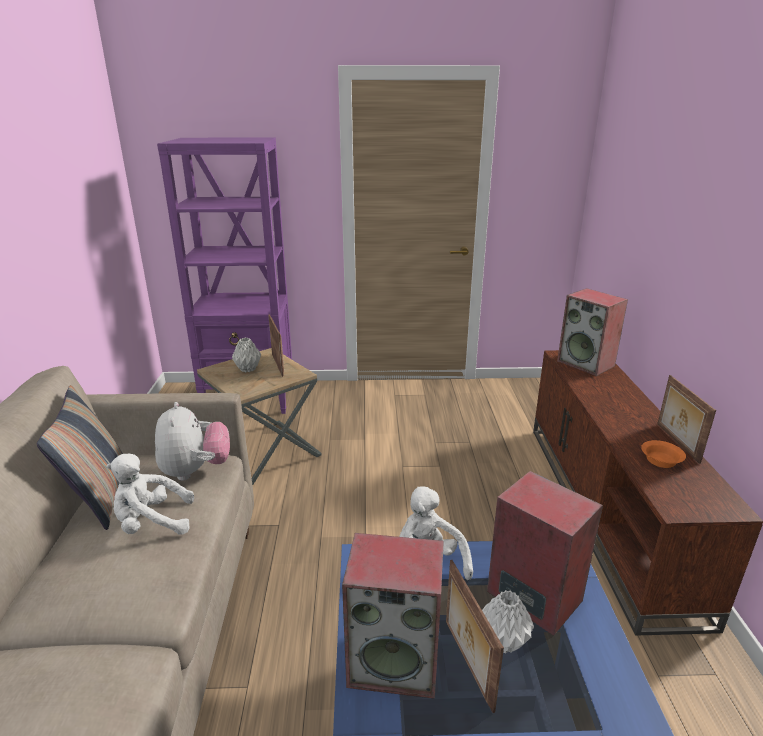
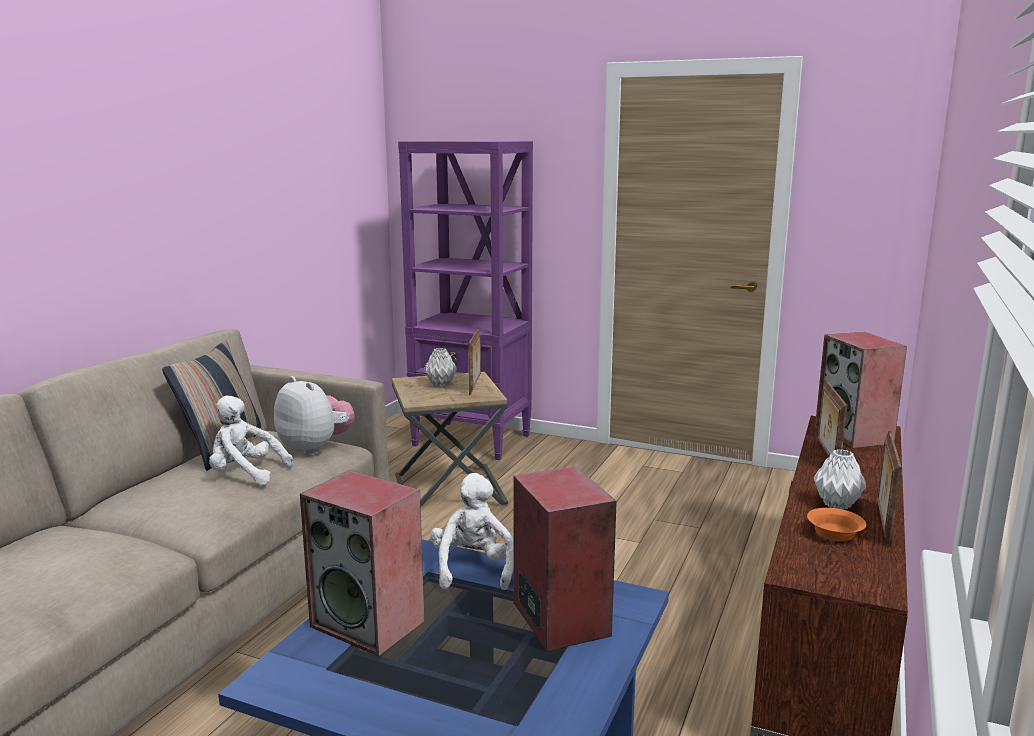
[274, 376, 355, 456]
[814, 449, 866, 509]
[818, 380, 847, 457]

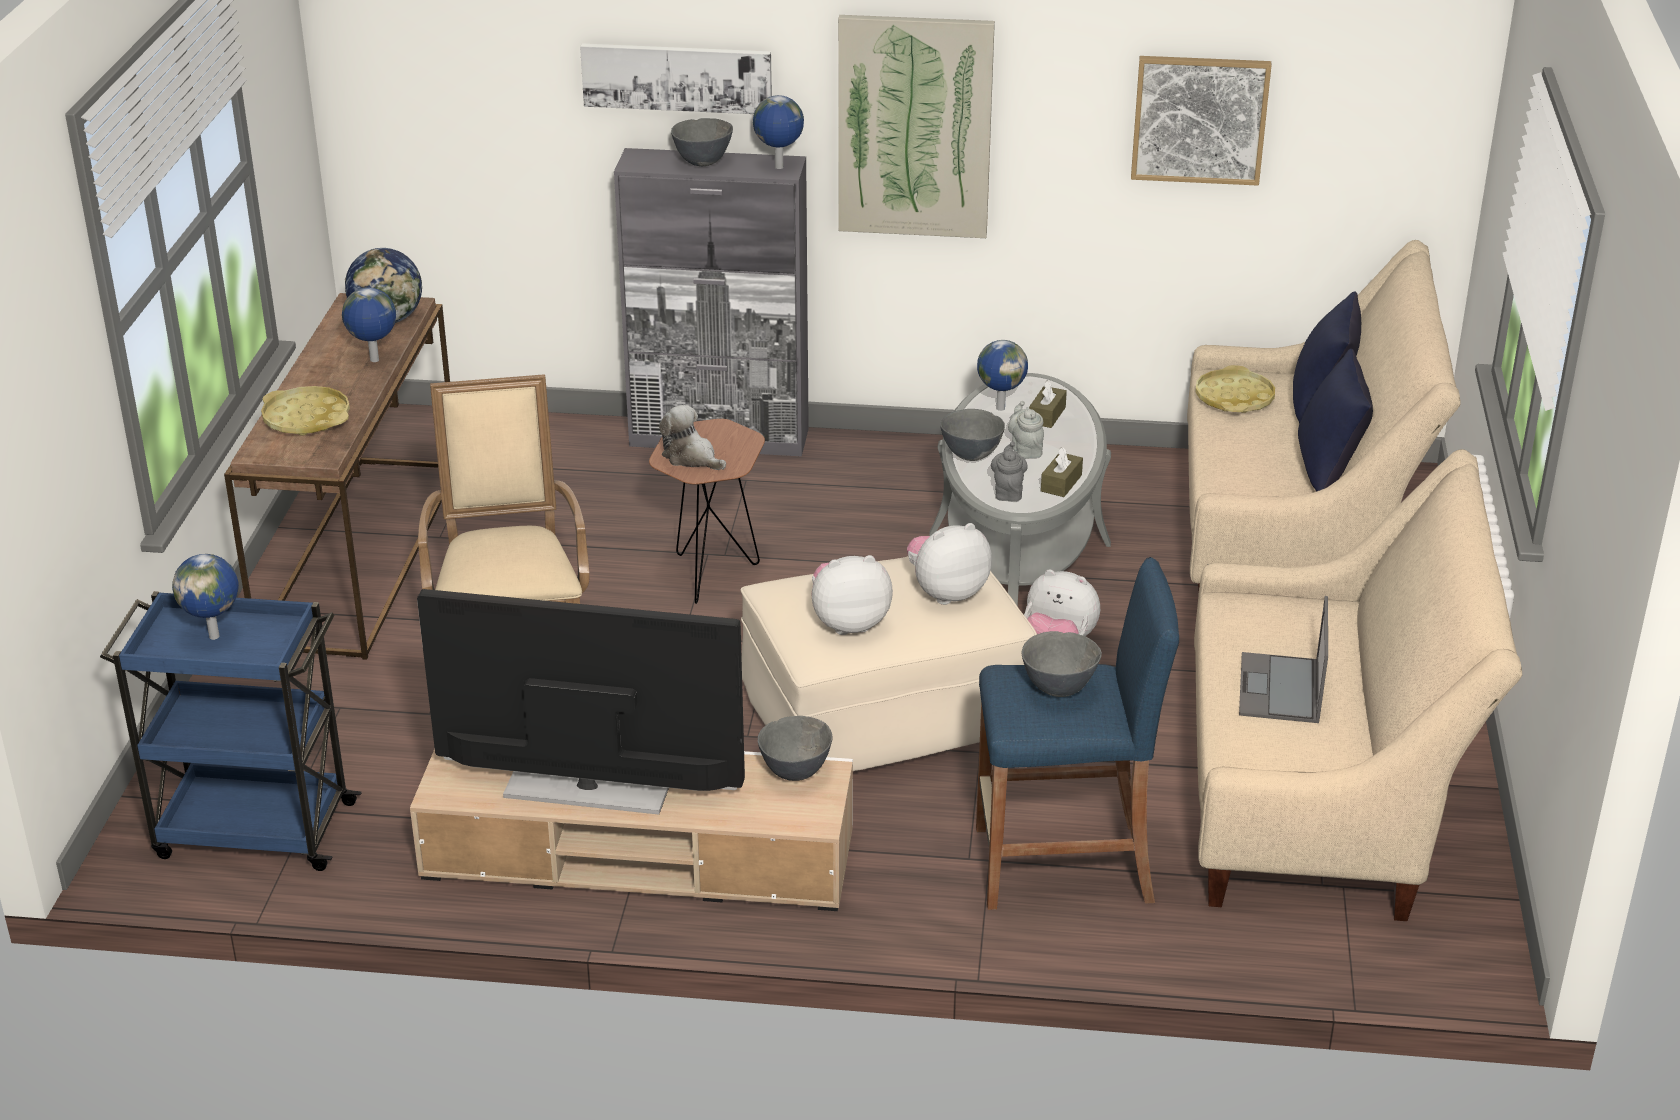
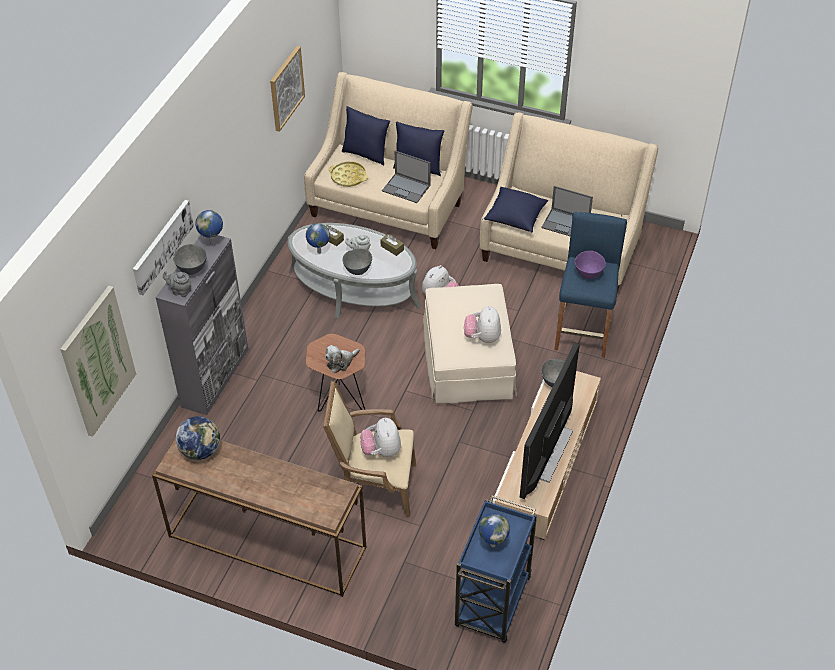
[60, 285, 136, 437]
[163, 271, 191, 297]
[360, 418, 401, 457]
[382, 151, 430, 203]
[484, 187, 548, 232]
[575, 251, 606, 279]
[261, 386, 350, 436] (first image)
[342, 287, 396, 362] (first image)

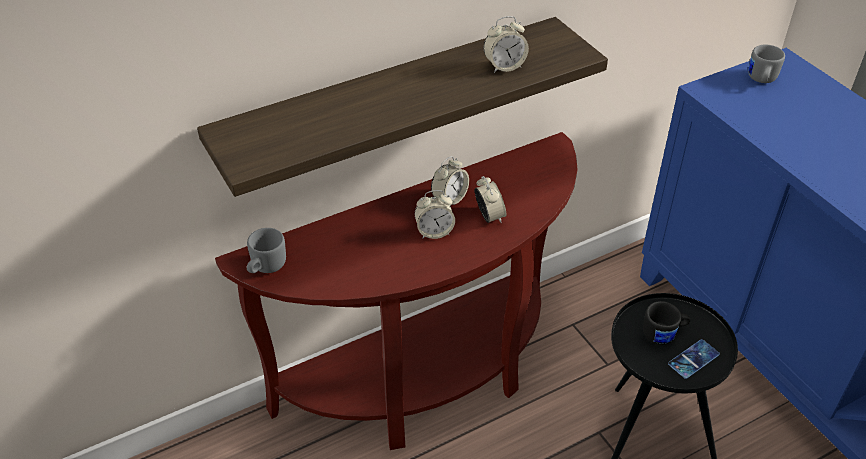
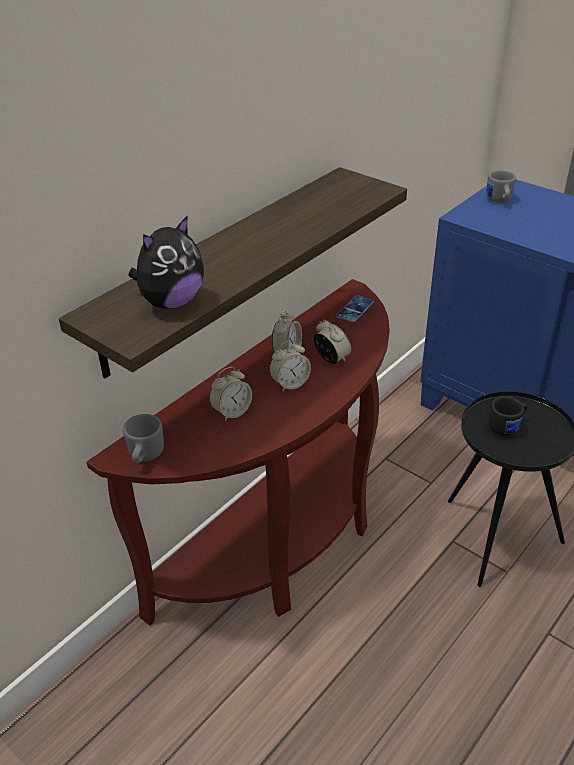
[128, 215, 204, 309]
[209, 367, 252, 421]
[336, 295, 374, 322]

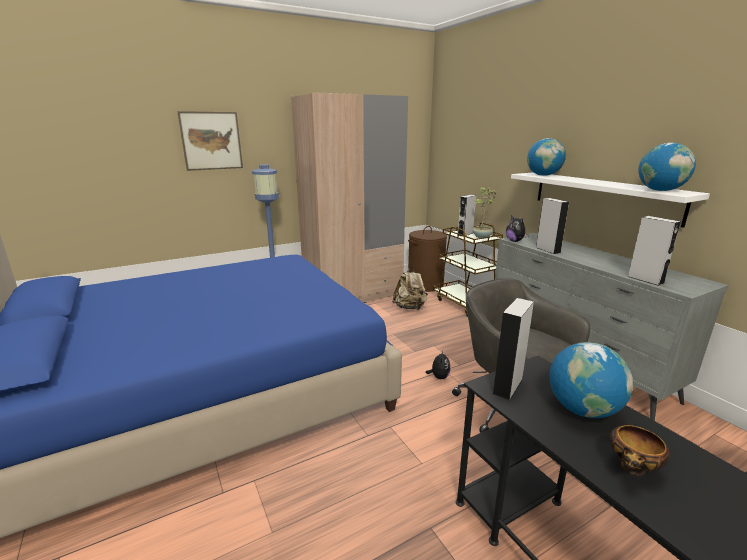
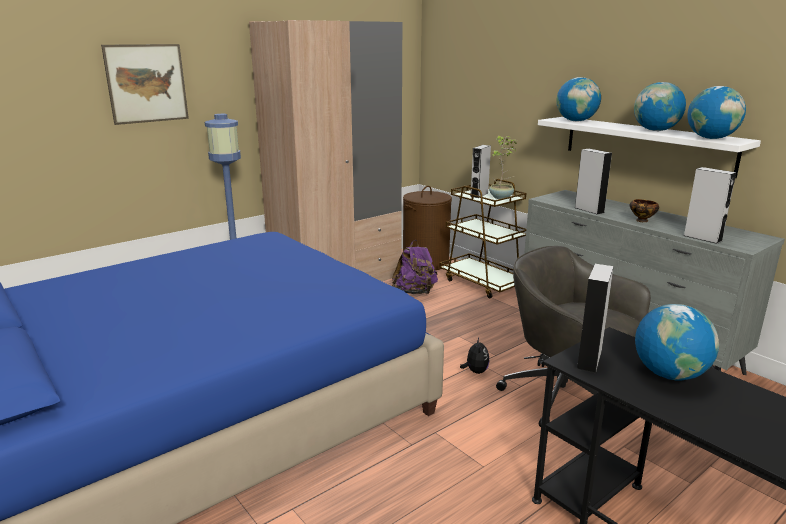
[392, 240, 438, 294]
[630, 199, 659, 222]
[634, 82, 686, 131]
[506, 215, 529, 242] (first image)

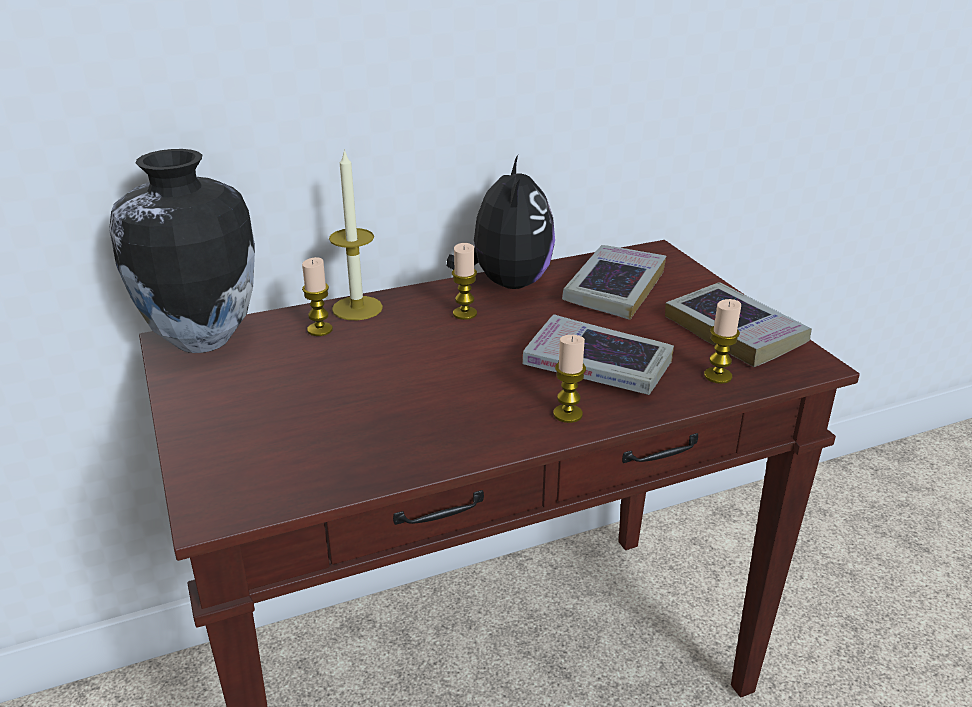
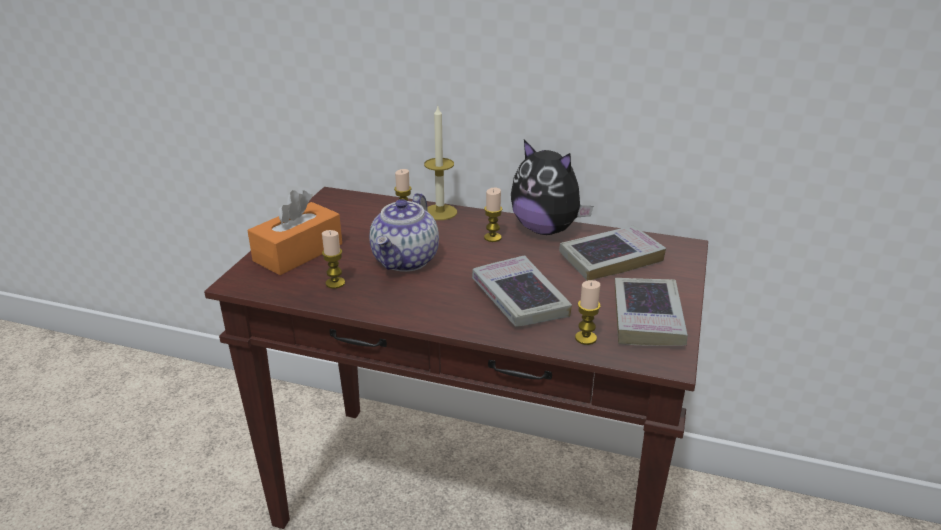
[248, 190, 342, 275]
[322, 230, 345, 289]
[369, 193, 439, 272]
[511, 140, 593, 235]
[109, 149, 255, 353] (first image)

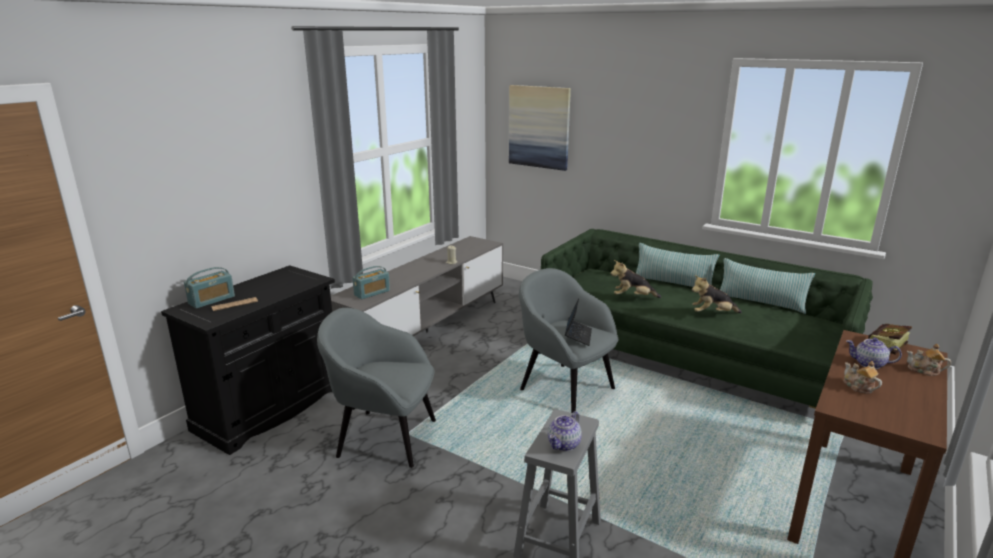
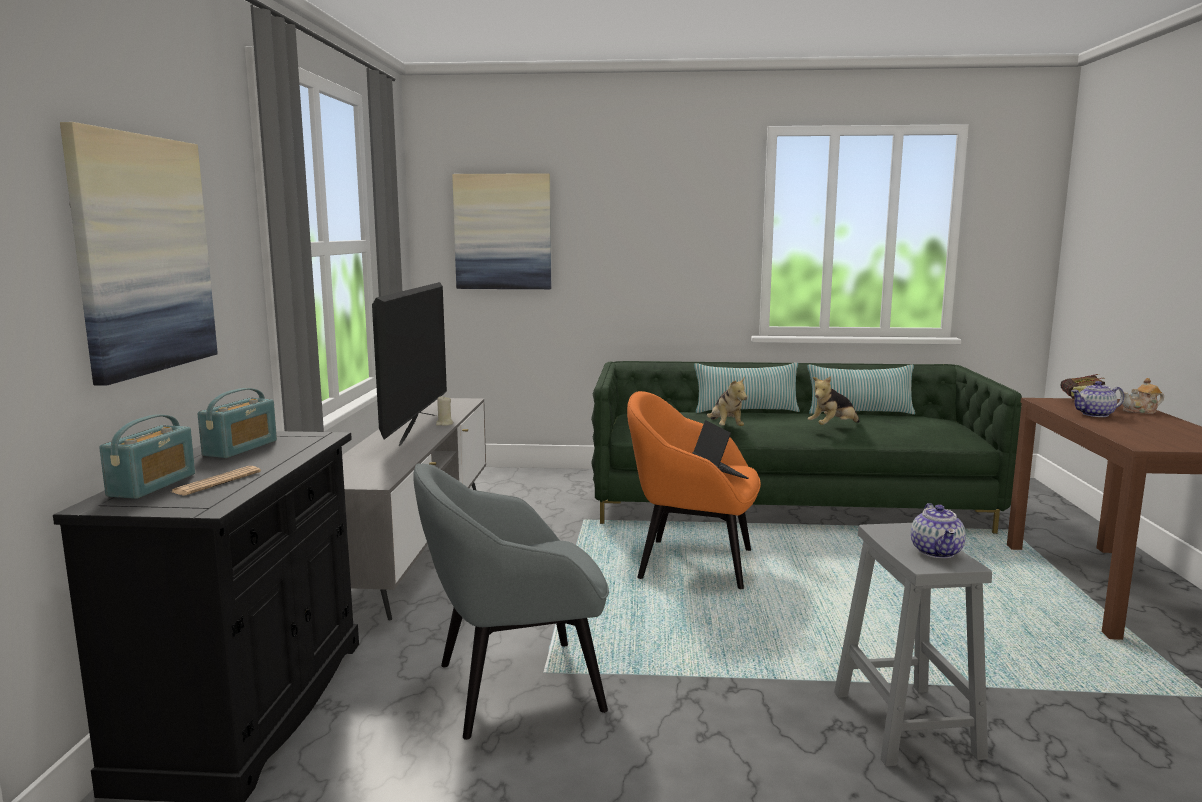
[60, 122, 218, 386]
[198, 388, 277, 458]
[372, 282, 447, 446]
[627, 391, 761, 589]
[707, 376, 747, 426]
[843, 361, 882, 393] (first image)

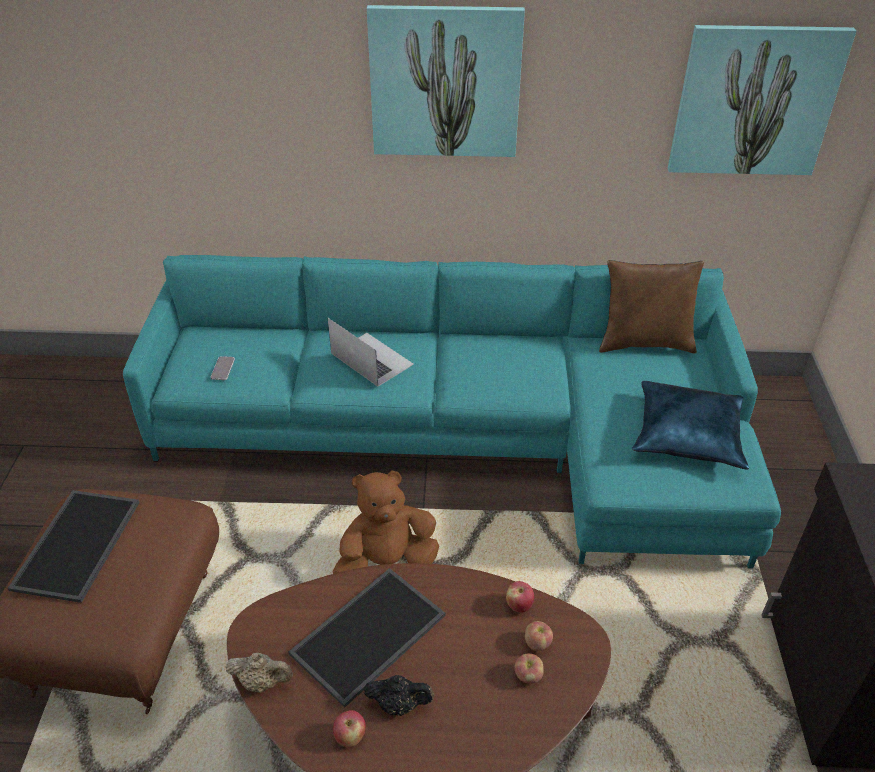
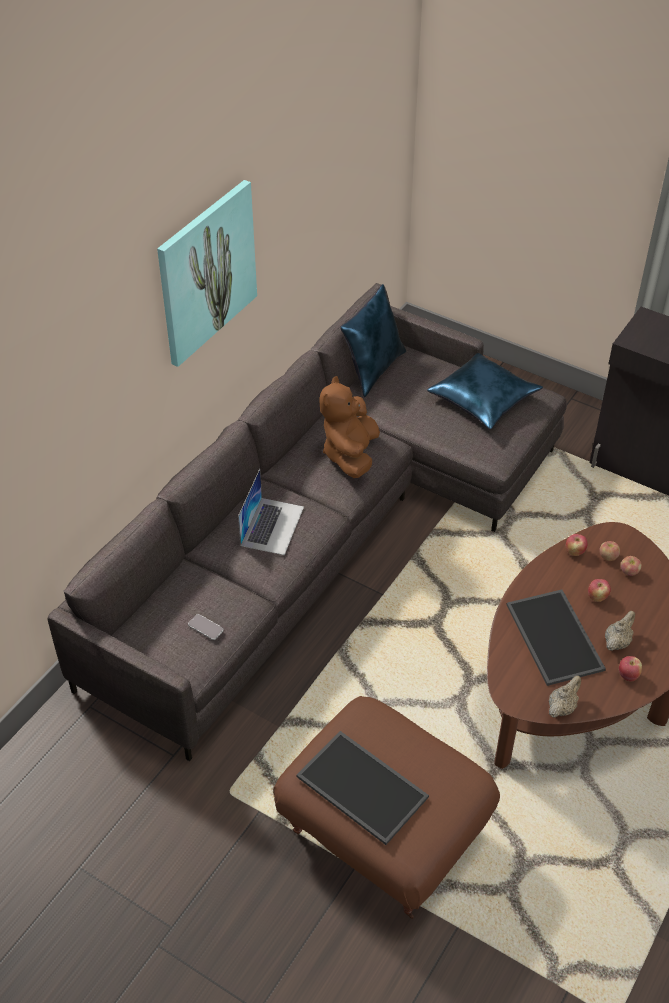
[47, 283, 567, 761]
[238, 469, 304, 555]
[319, 376, 380, 478]
[340, 284, 406, 397]
[588, 579, 611, 602]
[605, 611, 635, 651]
[668, 25, 856, 175] (first image)

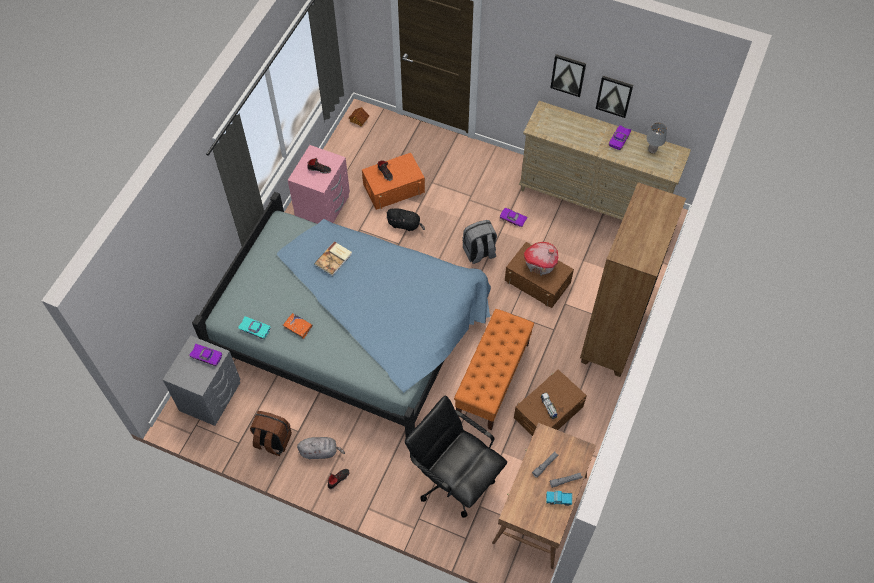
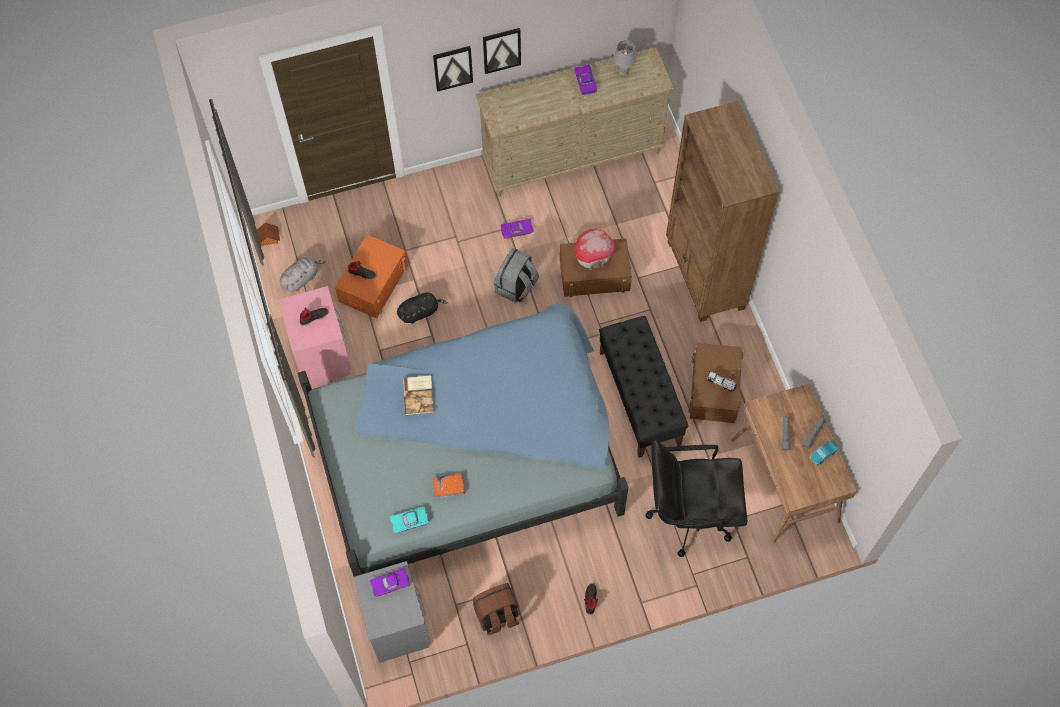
[280, 257, 326, 292]
[433, 46, 473, 92]
[599, 316, 689, 458]

